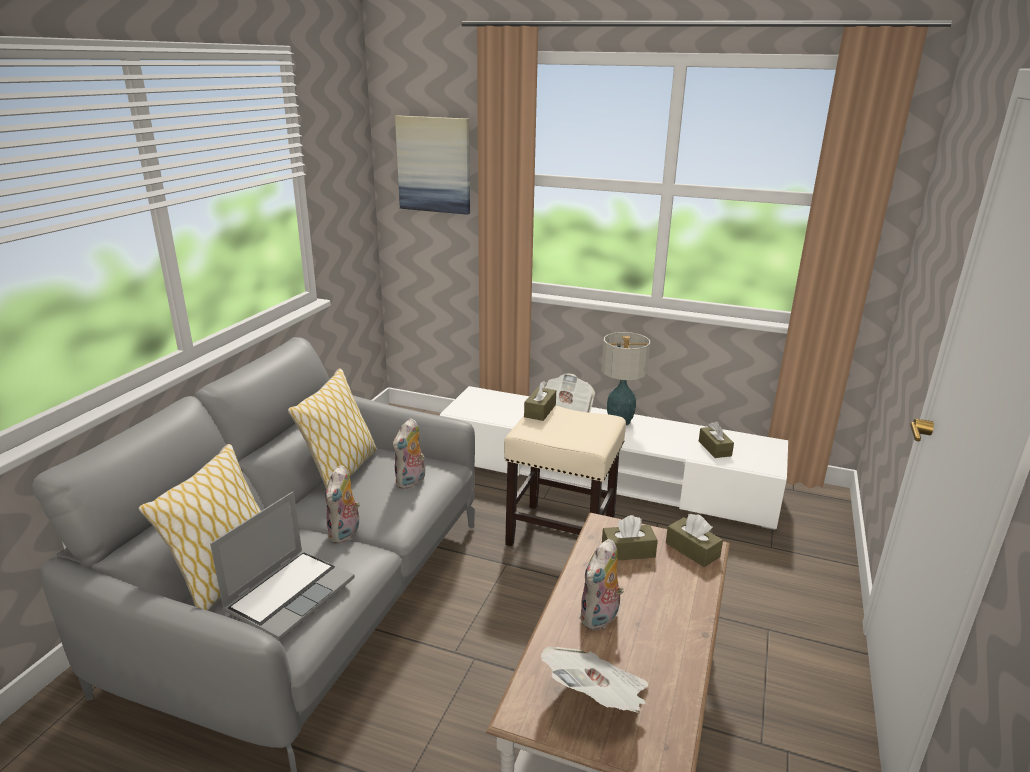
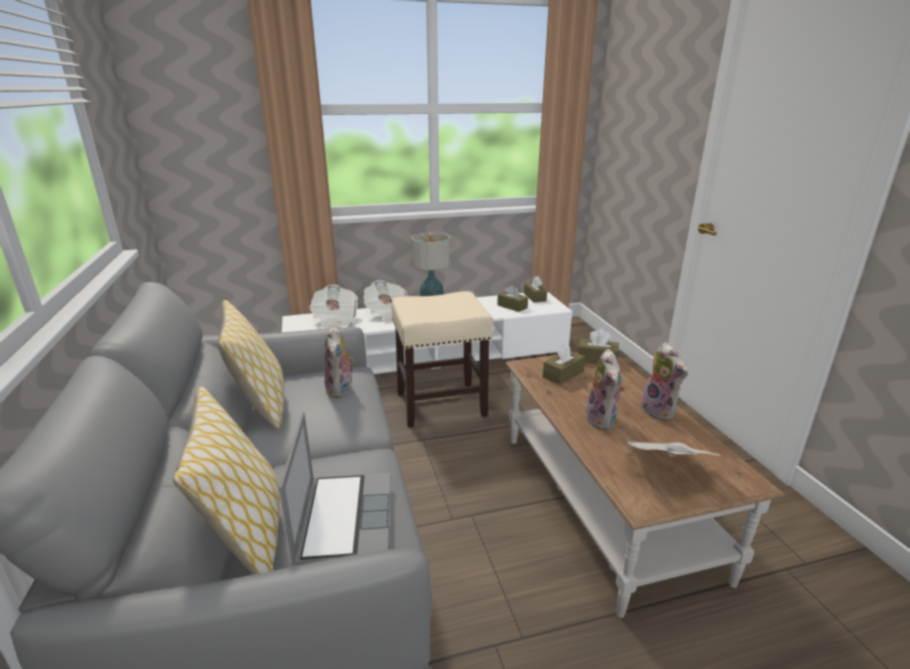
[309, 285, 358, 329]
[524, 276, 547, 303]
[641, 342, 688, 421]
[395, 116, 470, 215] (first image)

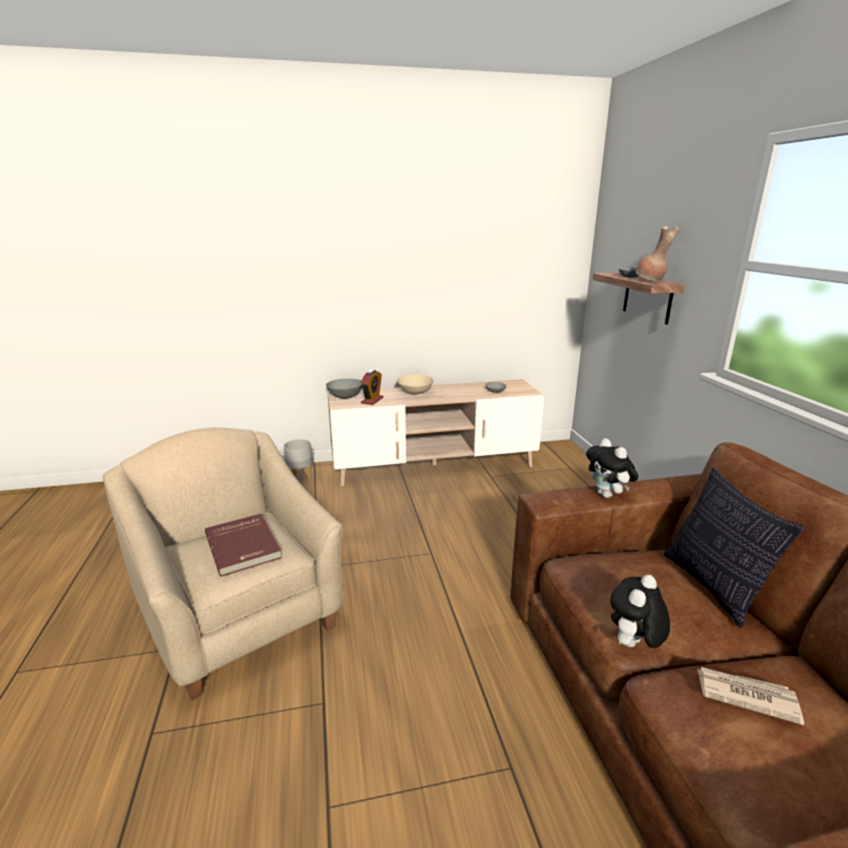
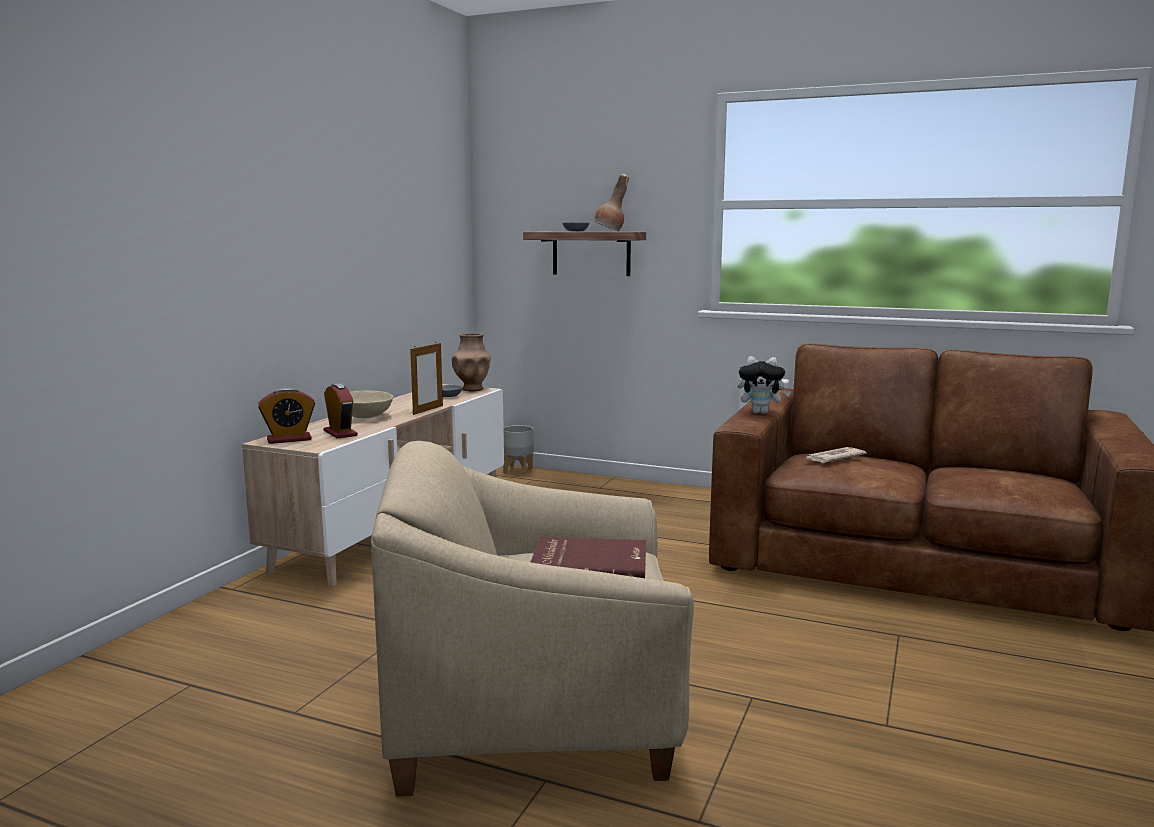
[258, 388, 315, 444]
[410, 342, 443, 415]
[452, 333, 491, 391]
[503, 425, 534, 475]
[804, 447, 867, 463]
[610, 575, 670, 648] (first image)
[664, 468, 804, 628] (first image)

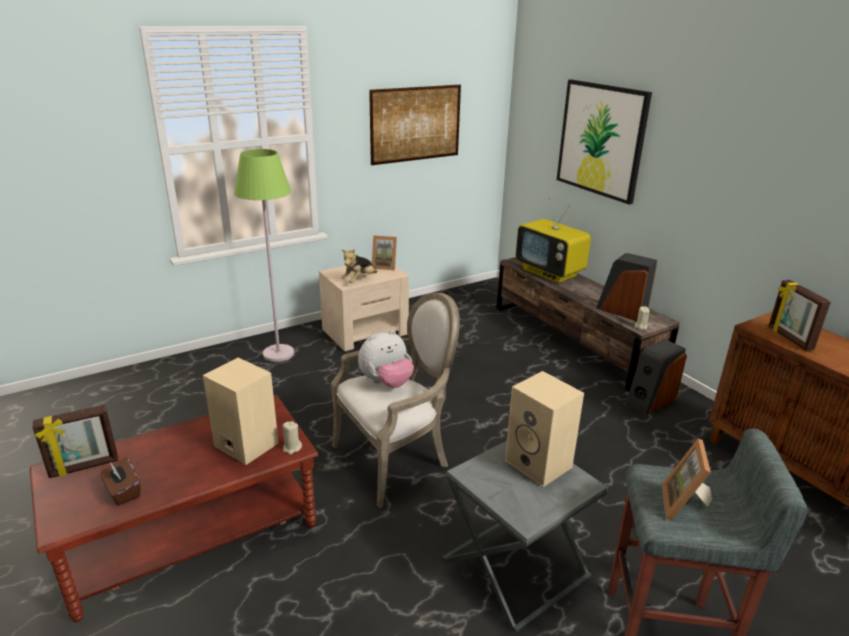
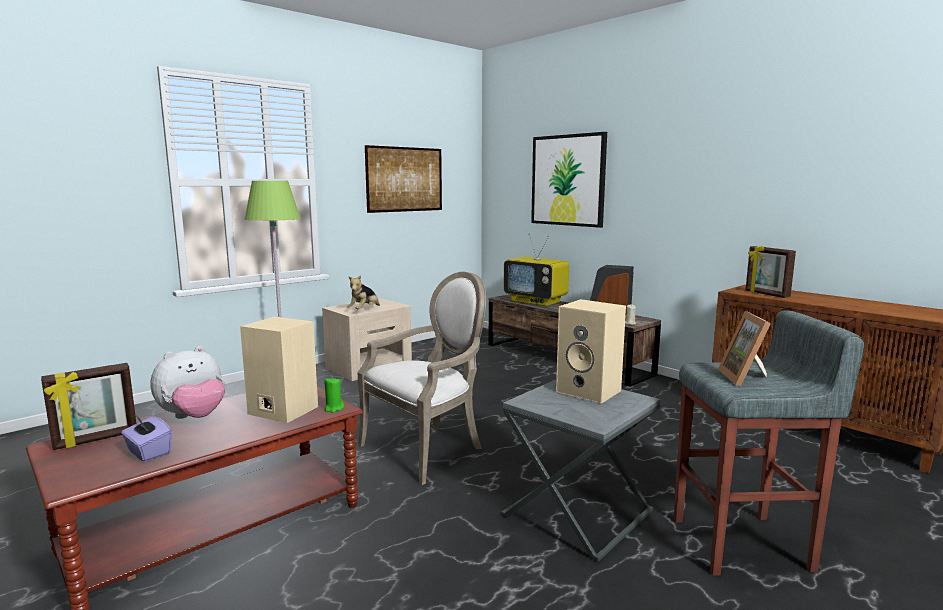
[121, 414, 172, 462]
[150, 346, 225, 419]
[324, 377, 344, 413]
[372, 235, 397, 270] (first image)
[626, 339, 687, 415] (first image)

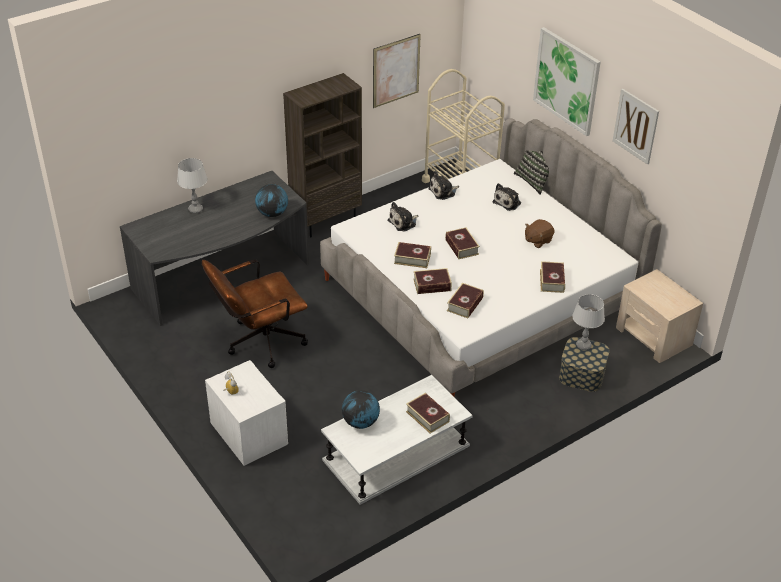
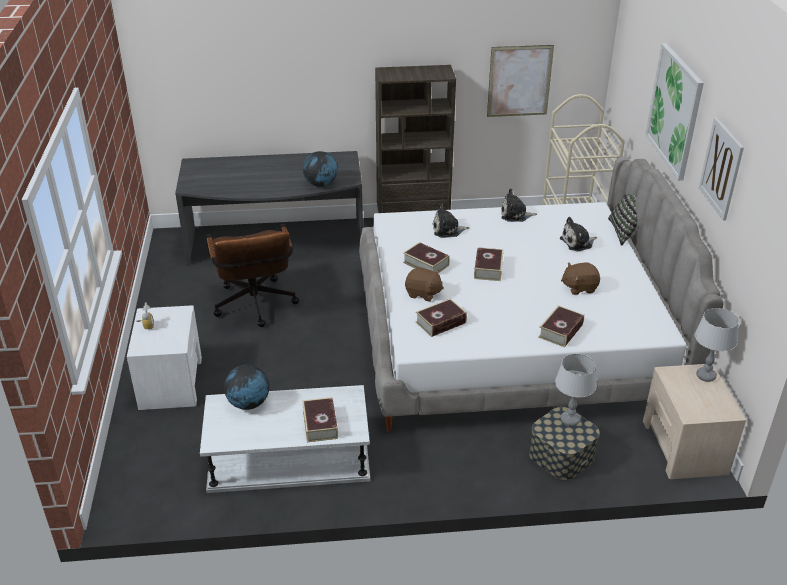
[206, 224, 299, 327]
[405, 267, 444, 302]
[695, 308, 739, 382]

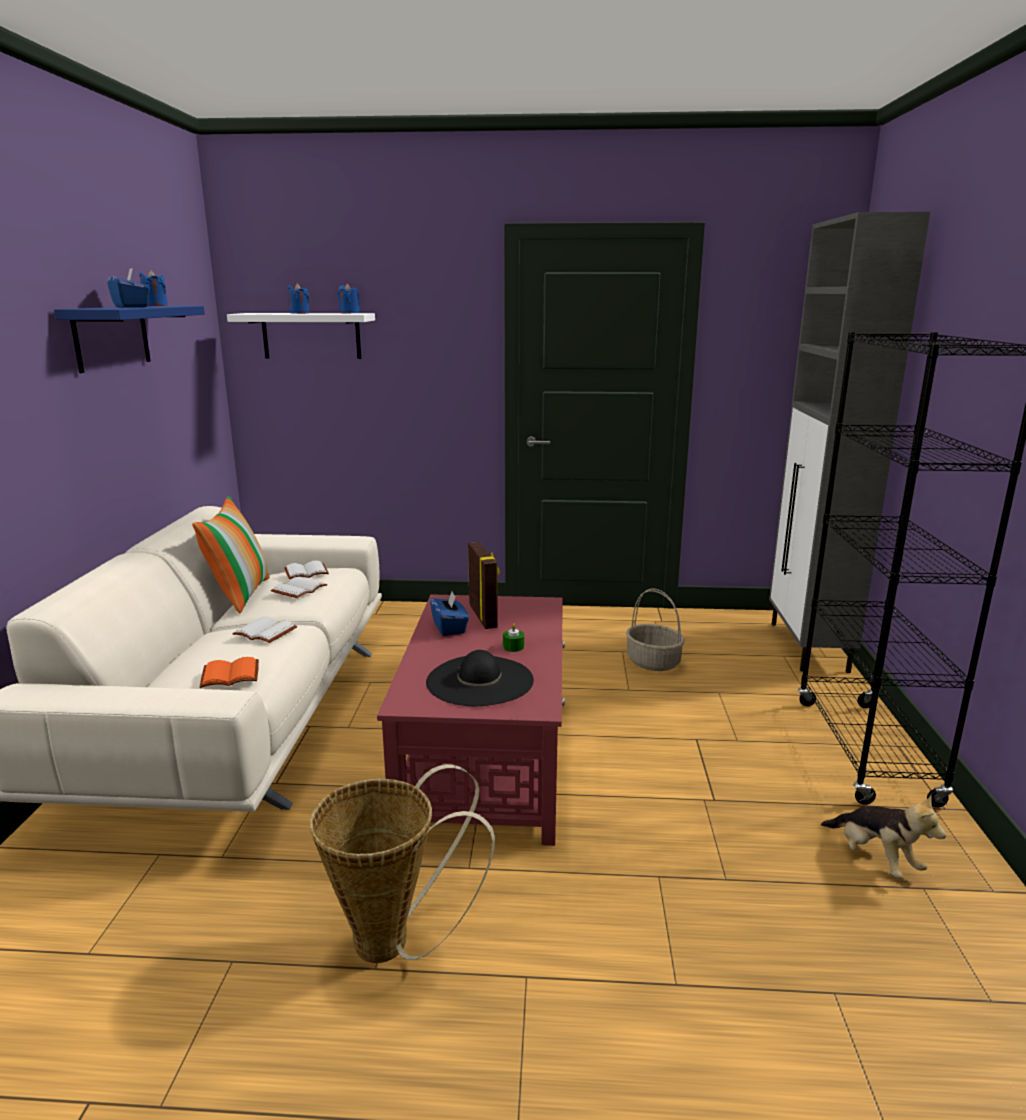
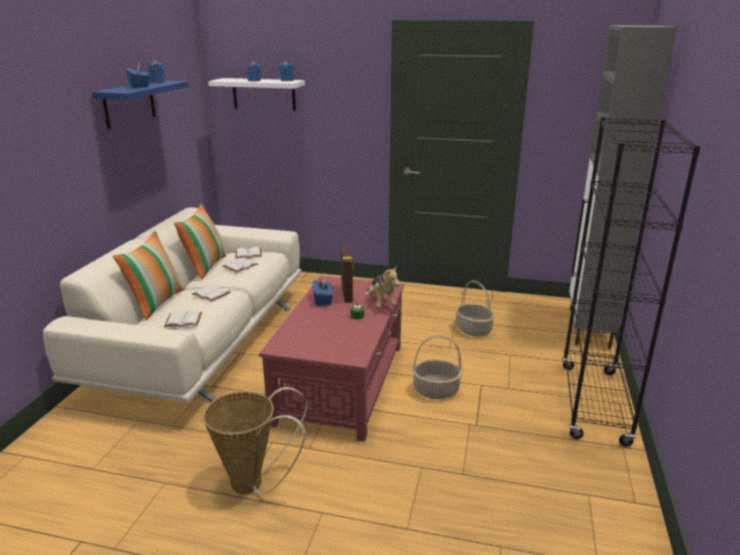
[113, 231, 184, 320]
[164, 310, 202, 327]
[365, 265, 400, 307]
[412, 335, 462, 399]
[426, 650, 534, 706] (first image)

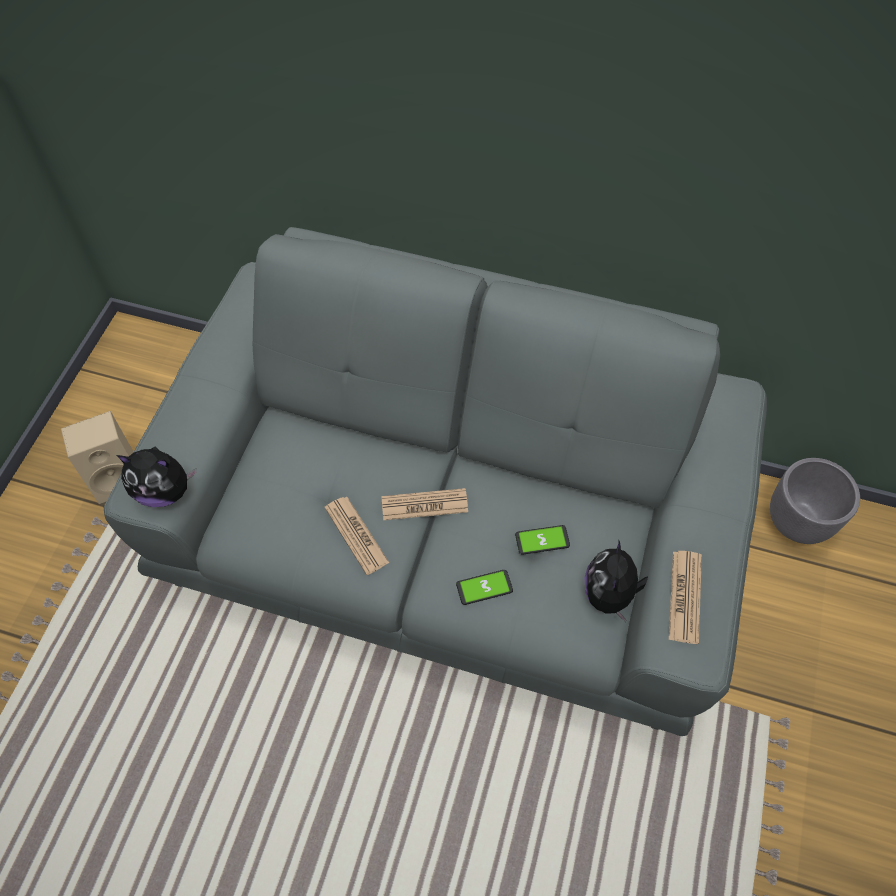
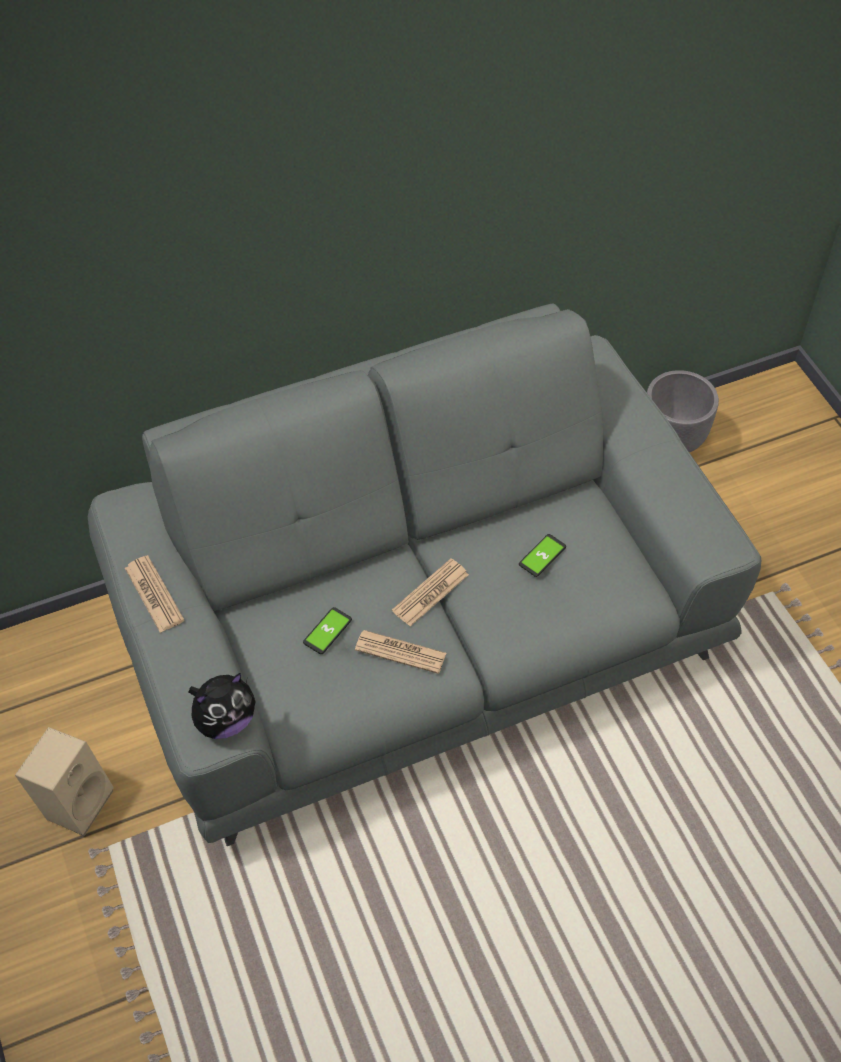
[125, 555, 185, 633]
[303, 607, 352, 654]
[584, 541, 648, 622] (first image)

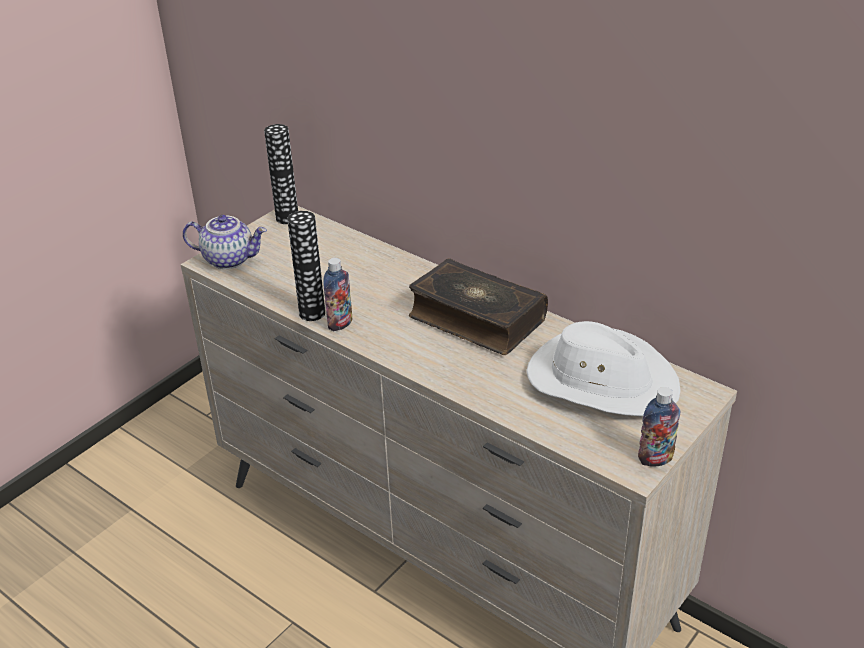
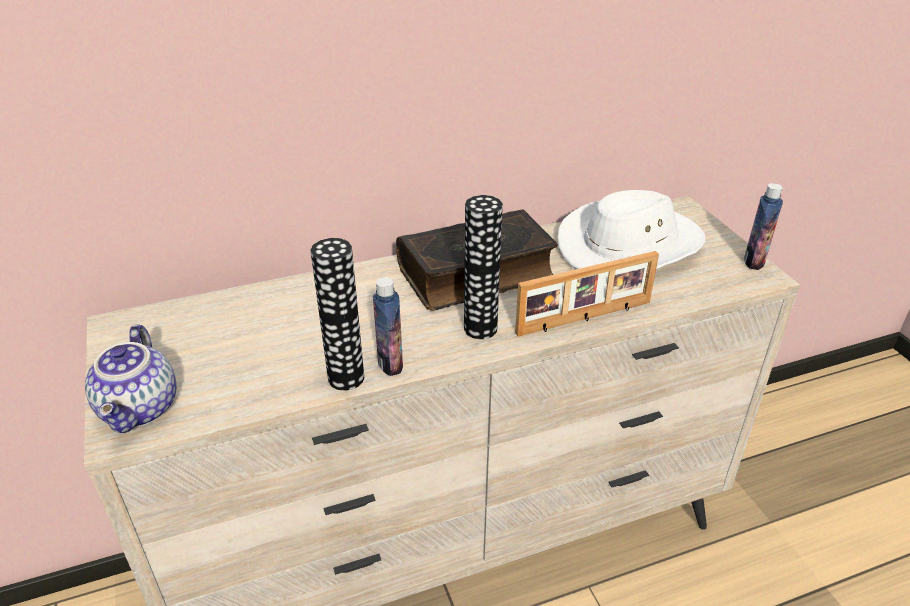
[85, 324, 176, 433]
[464, 195, 503, 339]
[515, 251, 659, 337]

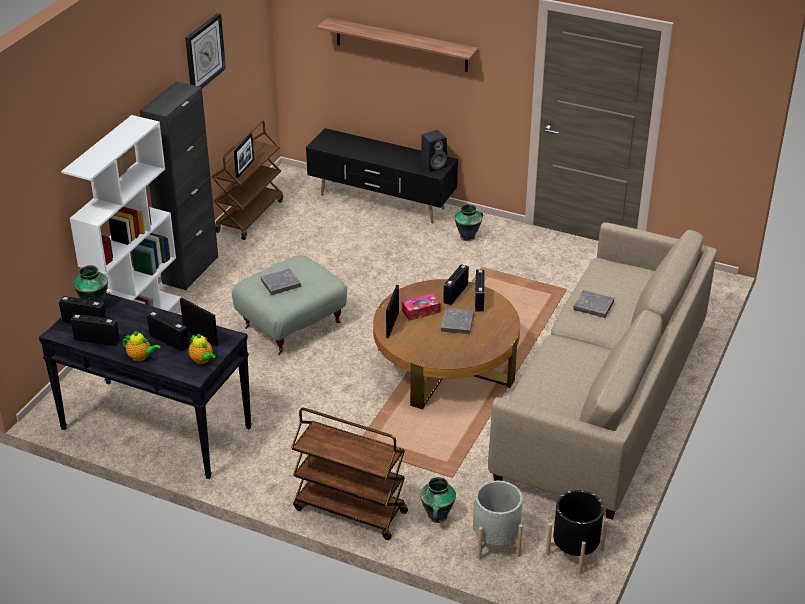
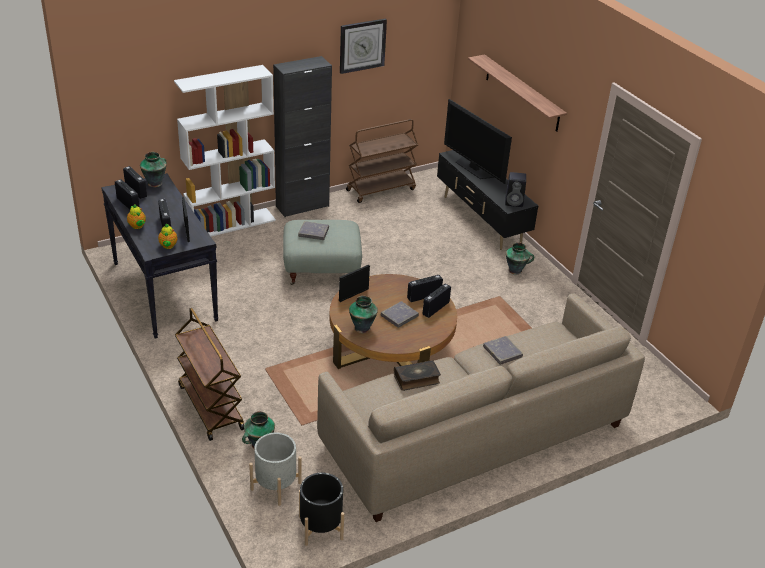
[349, 296, 378, 333]
[394, 360, 441, 391]
[444, 99, 512, 184]
[234, 133, 254, 178] (first image)
[402, 293, 441, 321] (first image)

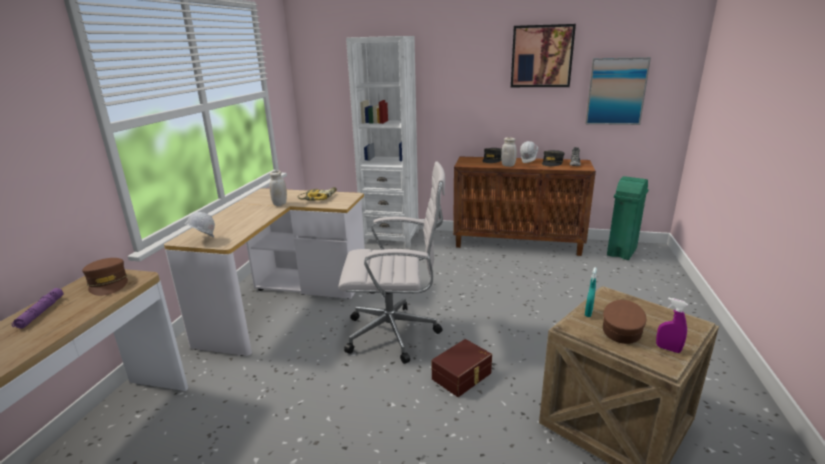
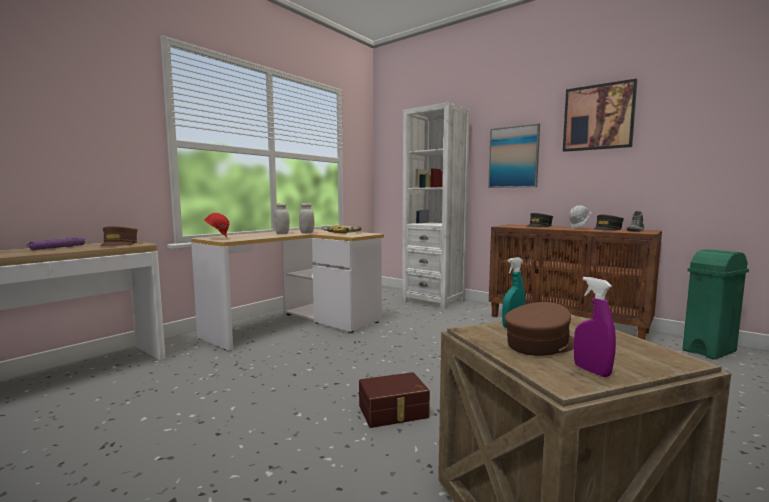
[204, 213, 229, 237]
[275, 203, 290, 234]
[488, 124, 540, 188]
[338, 162, 445, 364] (first image)

